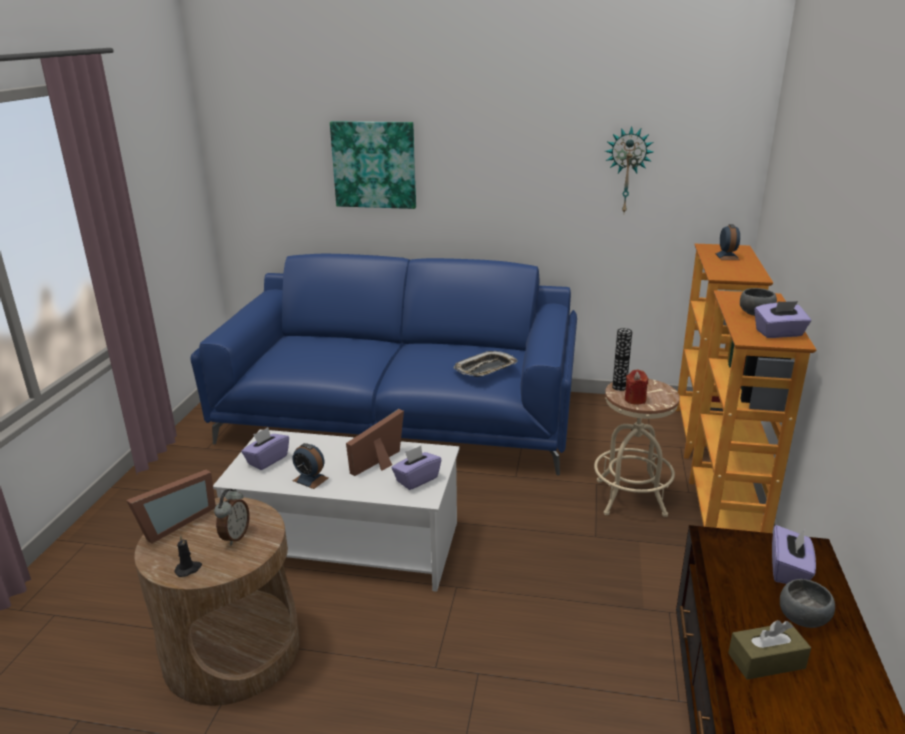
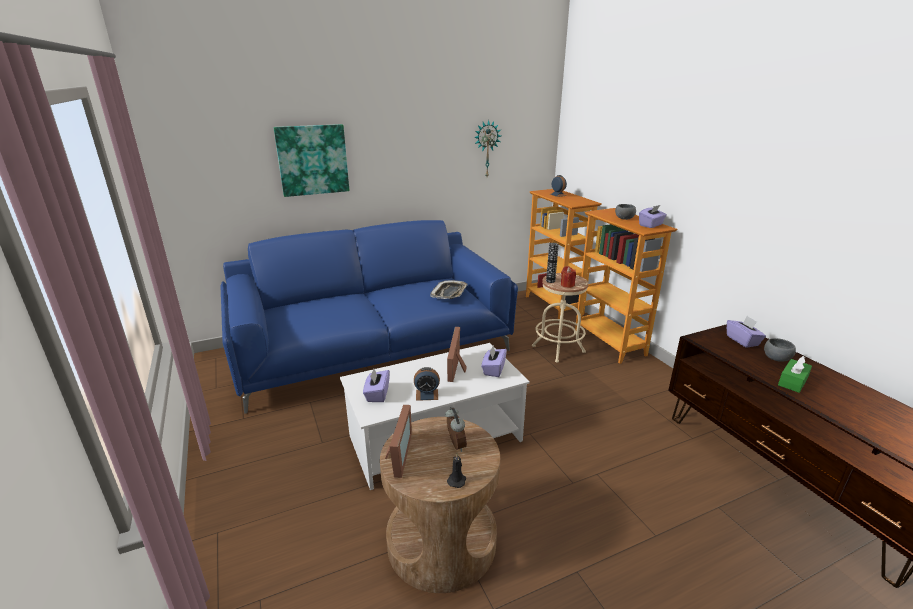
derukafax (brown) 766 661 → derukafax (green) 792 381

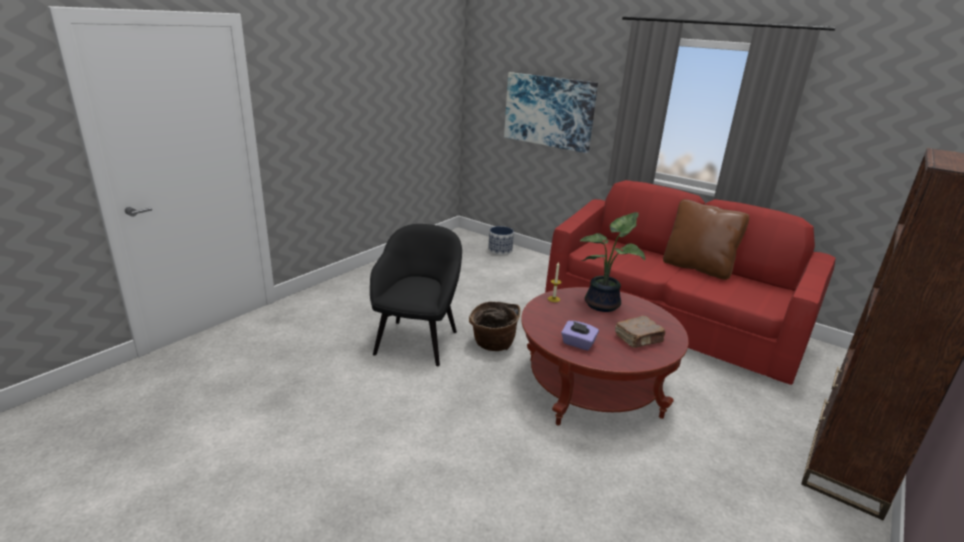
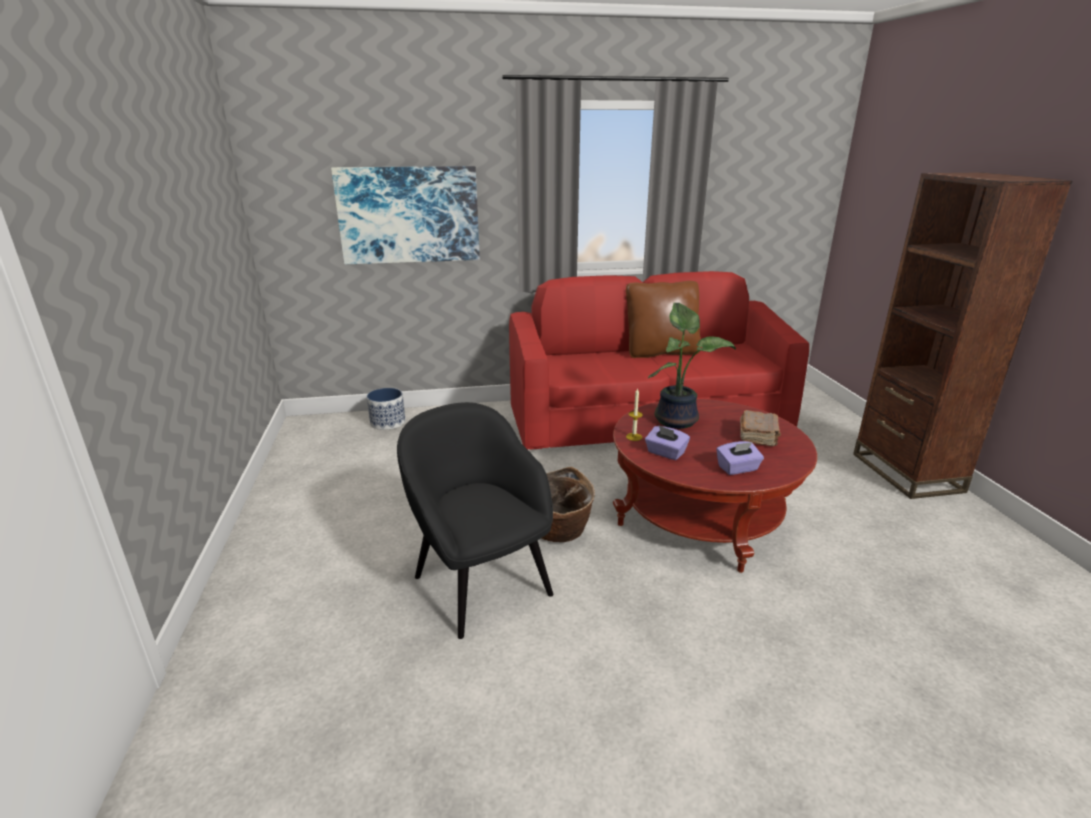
- → derukafax (purple) 665 453

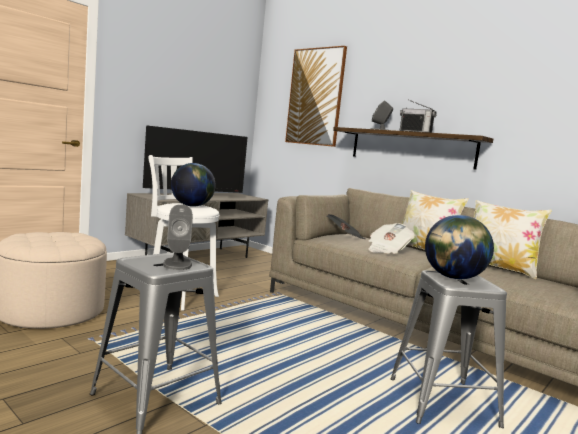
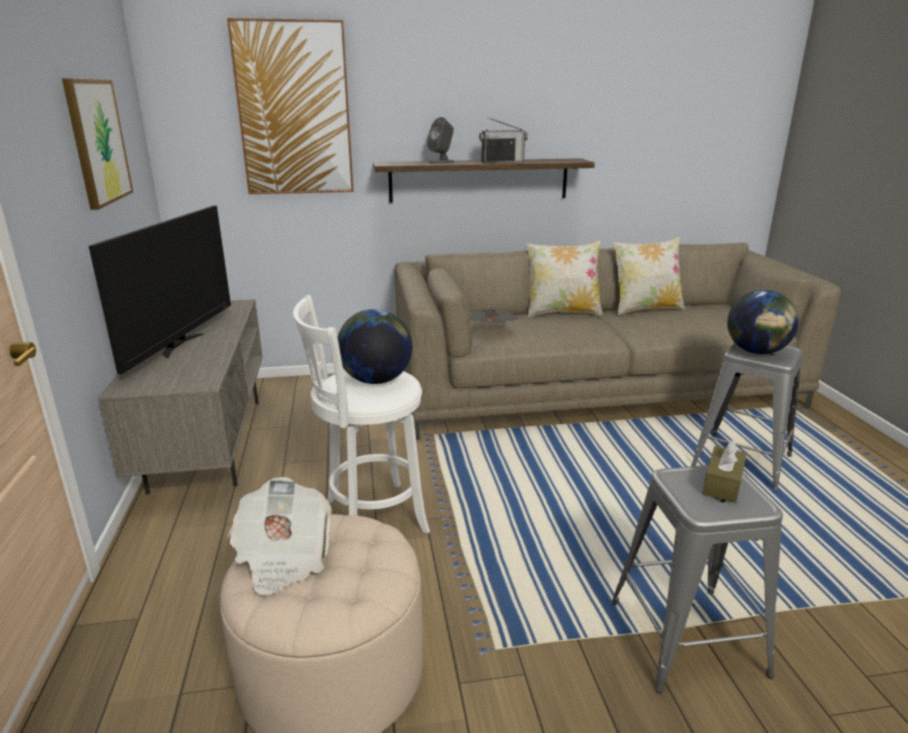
- → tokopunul 97 141
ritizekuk 387 250 → ritizekuk 283 557, move
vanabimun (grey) 177 264 → derukafax (brown) 722 483

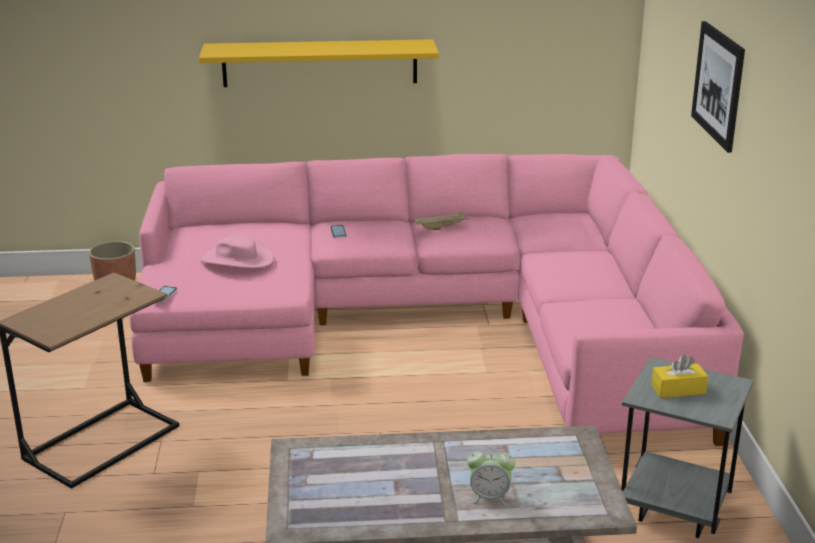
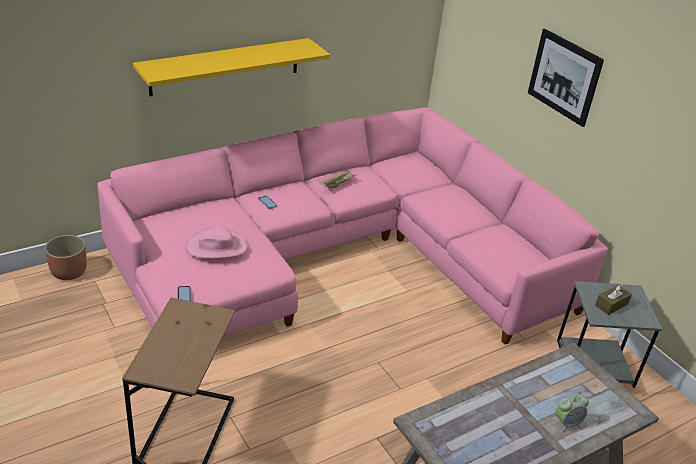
derukafax (yellow) 678 389 → derukafax (brown) 611 305

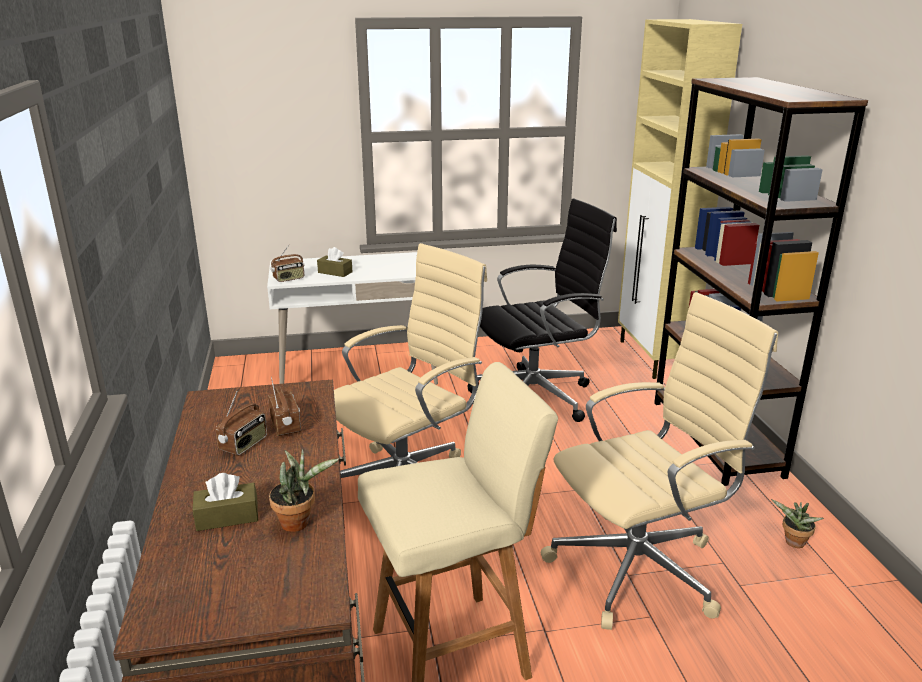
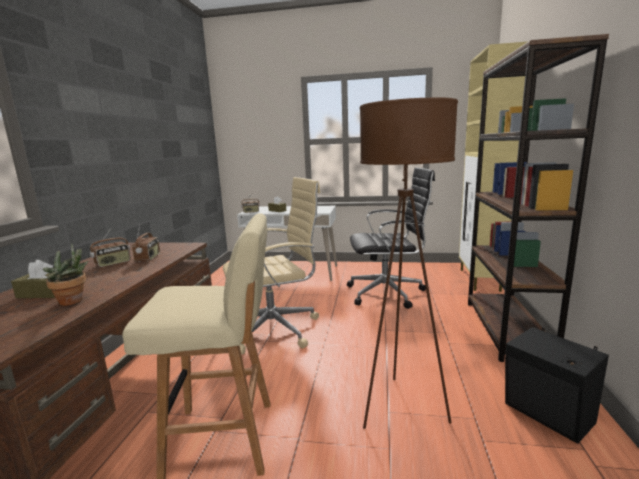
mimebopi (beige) 640 568 → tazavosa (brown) 401 408
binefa 793 543 → vanabimun (black) 548 415

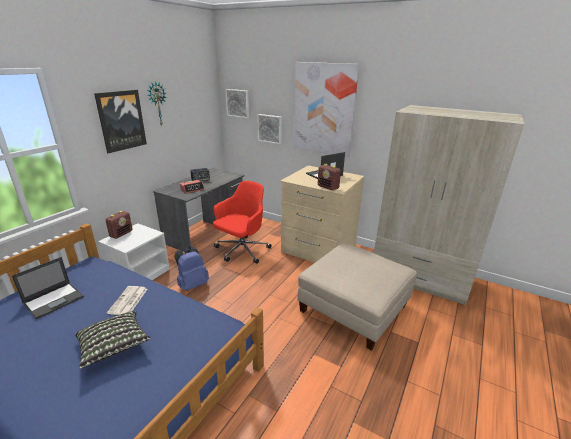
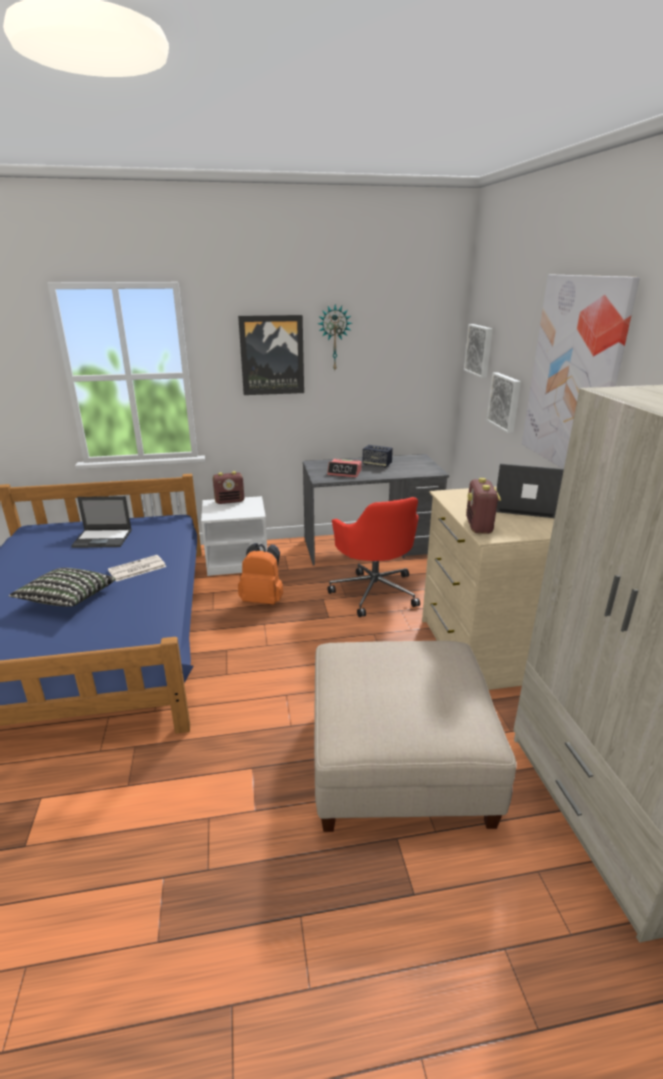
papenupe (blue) 192 285 → papenupe (orange) 263 600
mimebopi (red) 241 251 → mimebopi (red) 374 591, 75 degrees clockwise

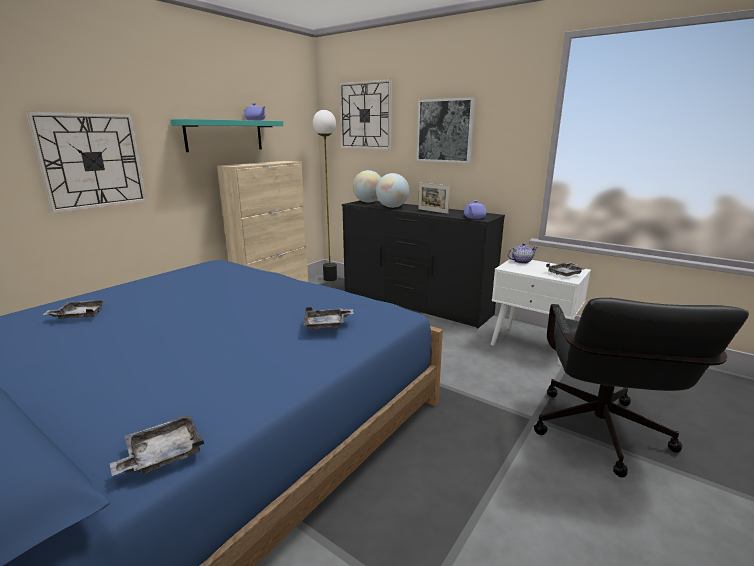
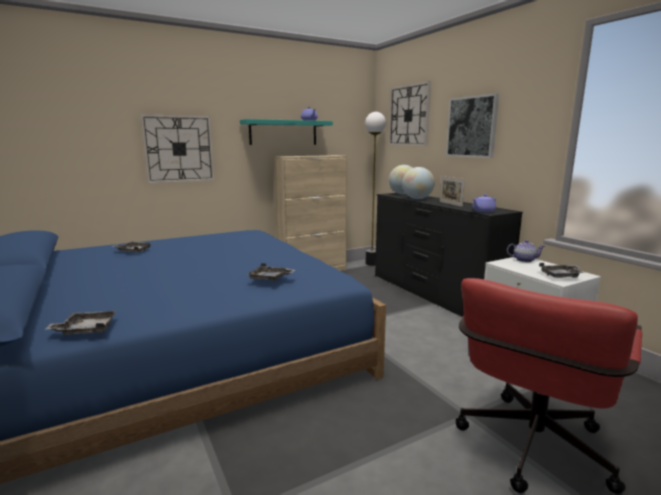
mimebopi (black) 601 438 → mimebopi (red) 530 452

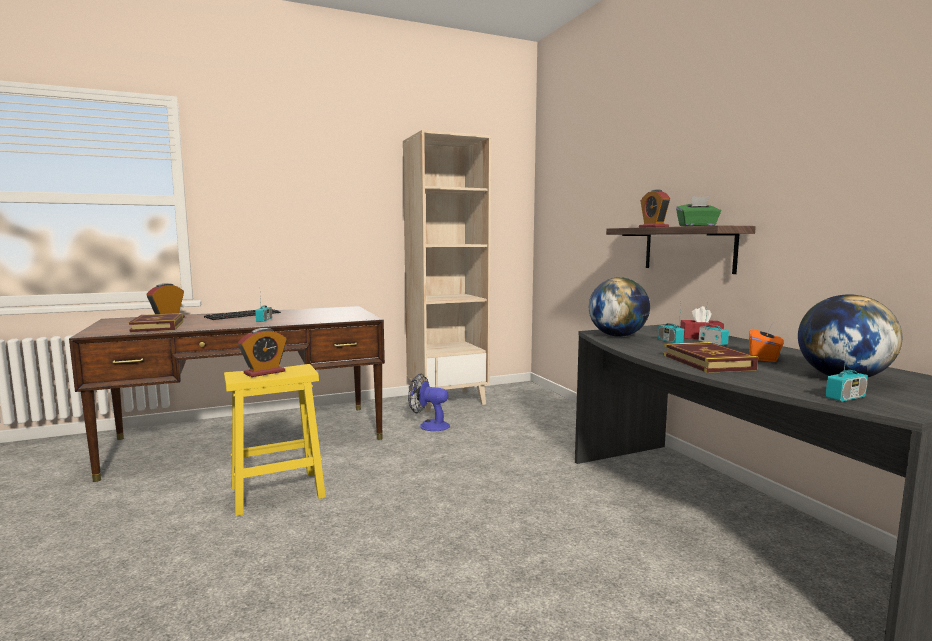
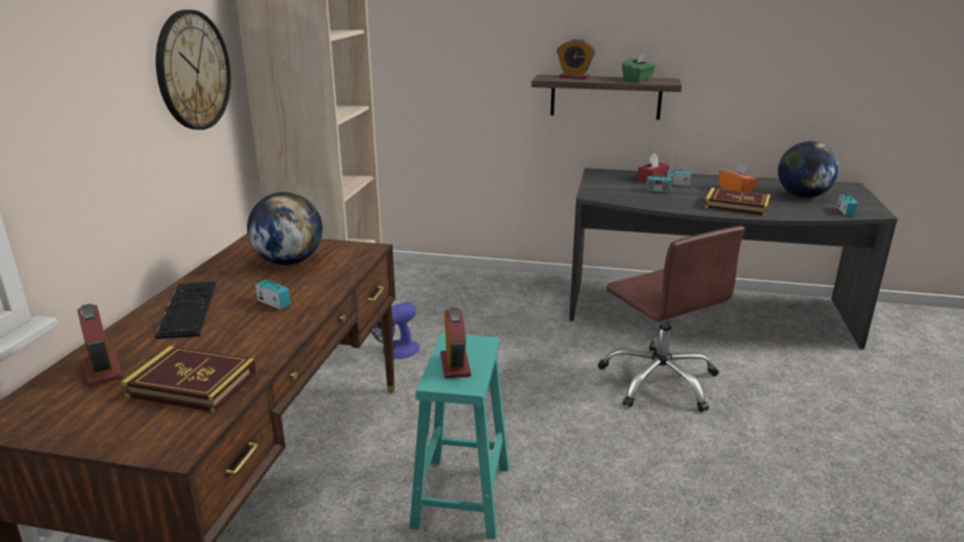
- → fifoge 193 71
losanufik 617 336 → losanufik 289 262, move
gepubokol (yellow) 276 493 → gepubokol (turquoise) 462 497
- → mimebopi (brown) 660 380

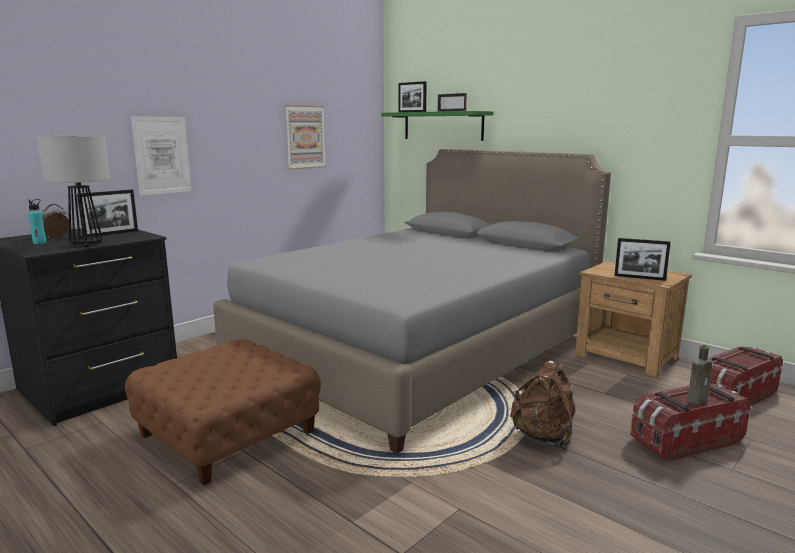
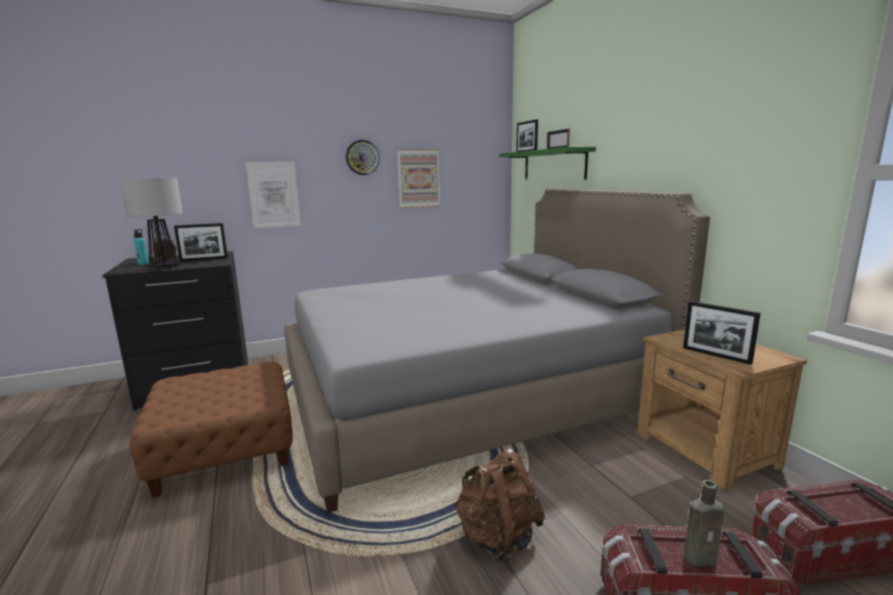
- → fifoge 362 157

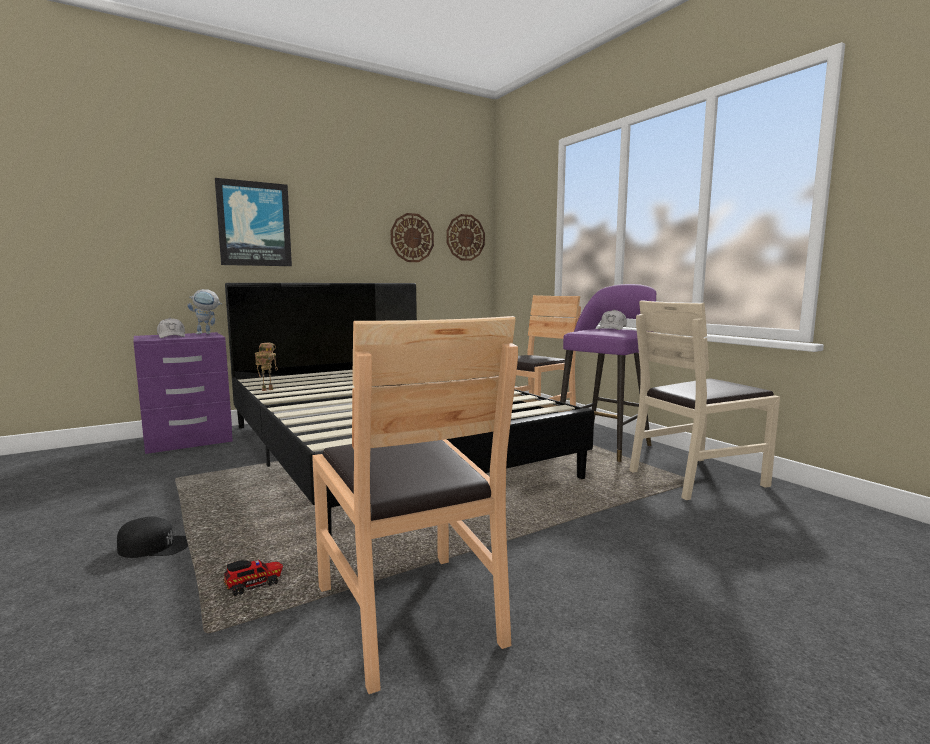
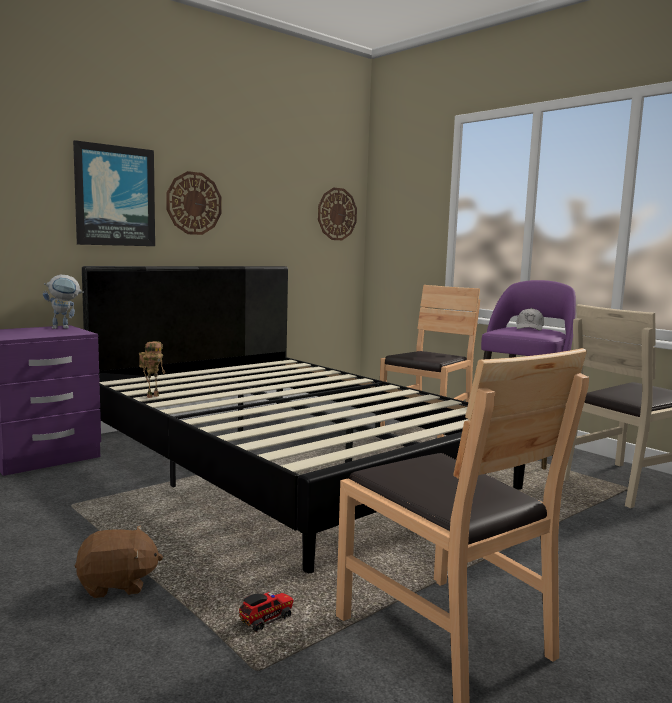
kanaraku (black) 155 546 → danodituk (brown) 117 584
fifoge 412 238 → fifoge 194 203, move
kanaraku (white) 172 336 → -

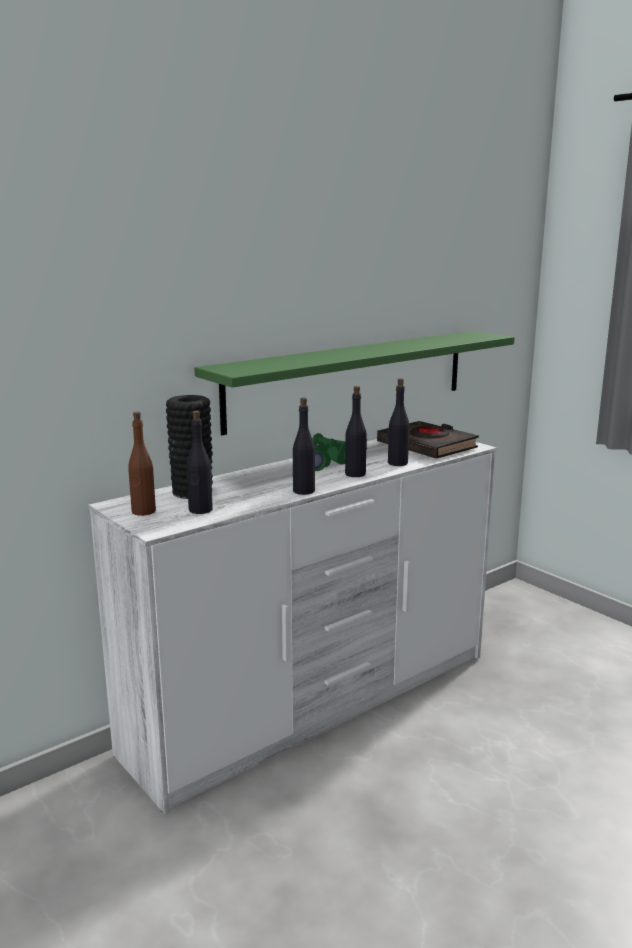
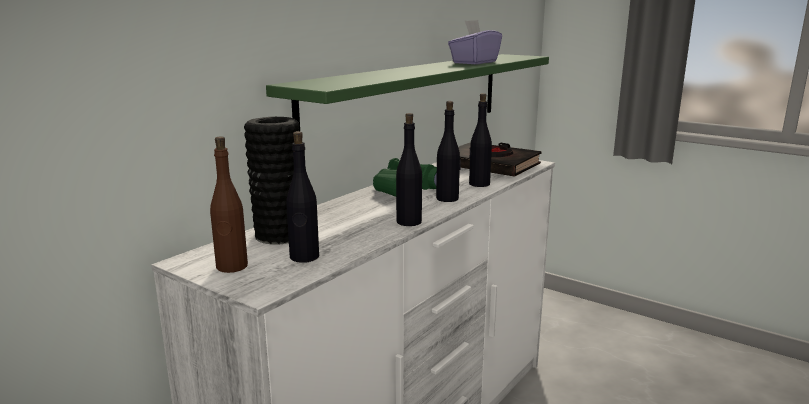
- → derukafax (purple) 474 62

